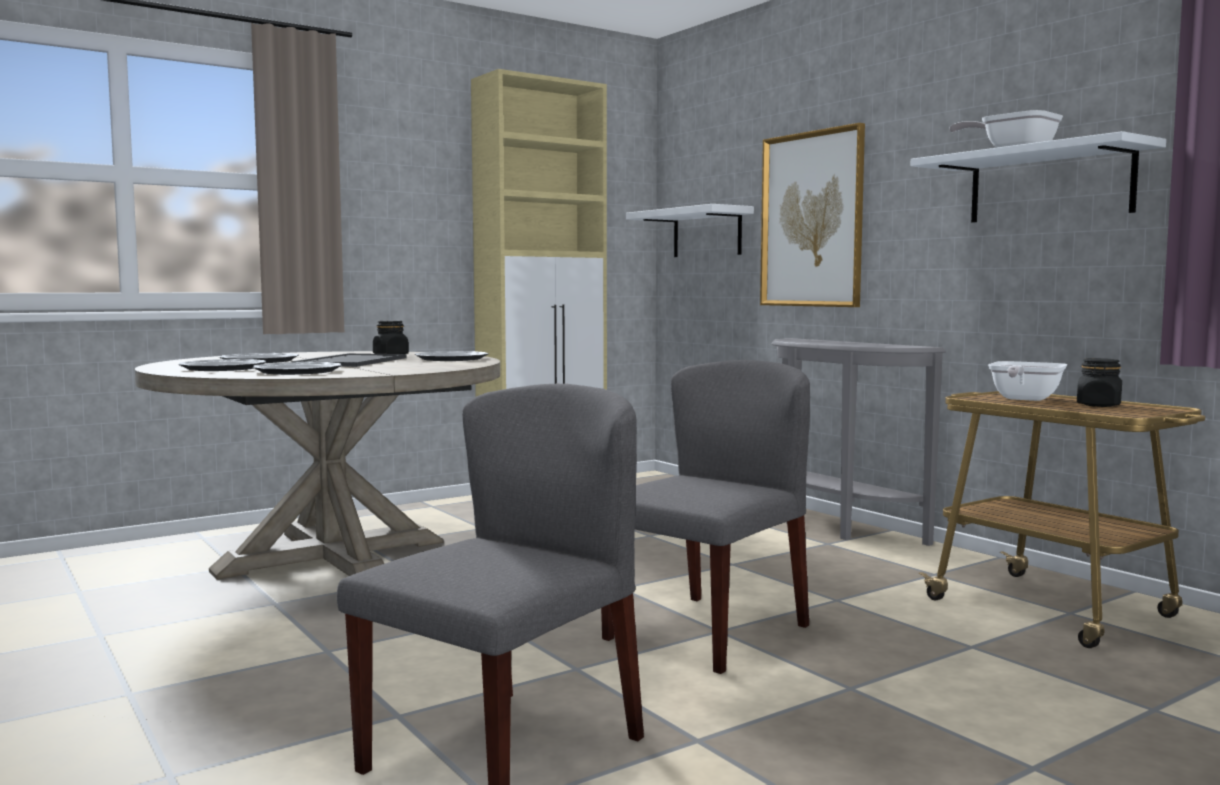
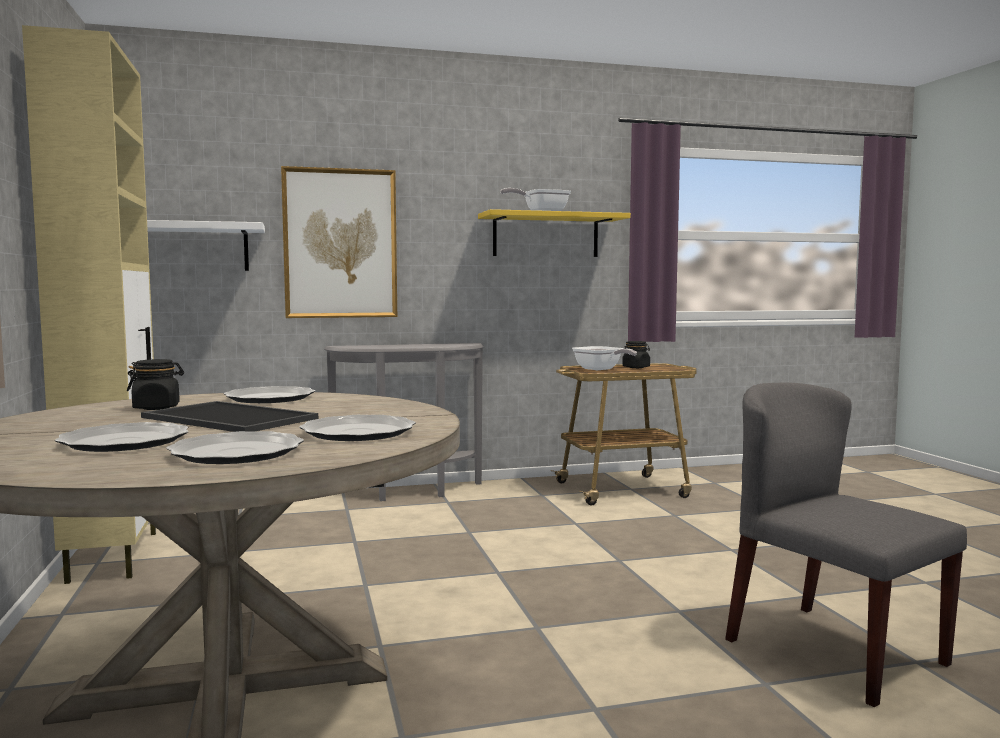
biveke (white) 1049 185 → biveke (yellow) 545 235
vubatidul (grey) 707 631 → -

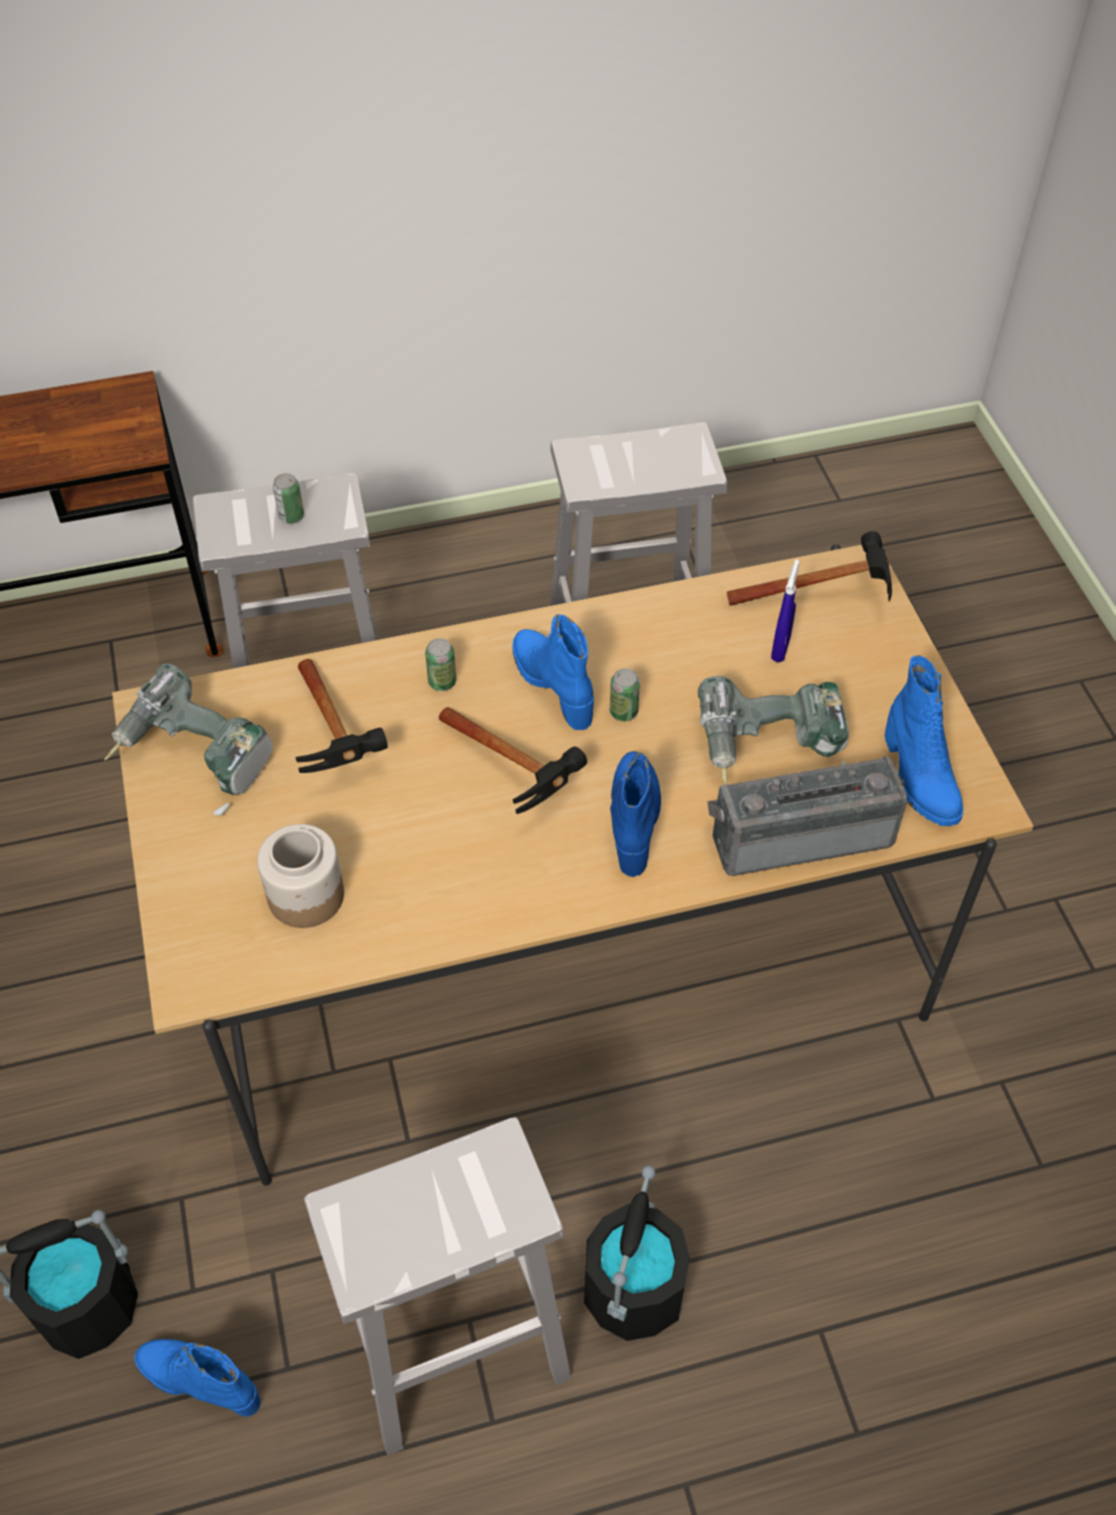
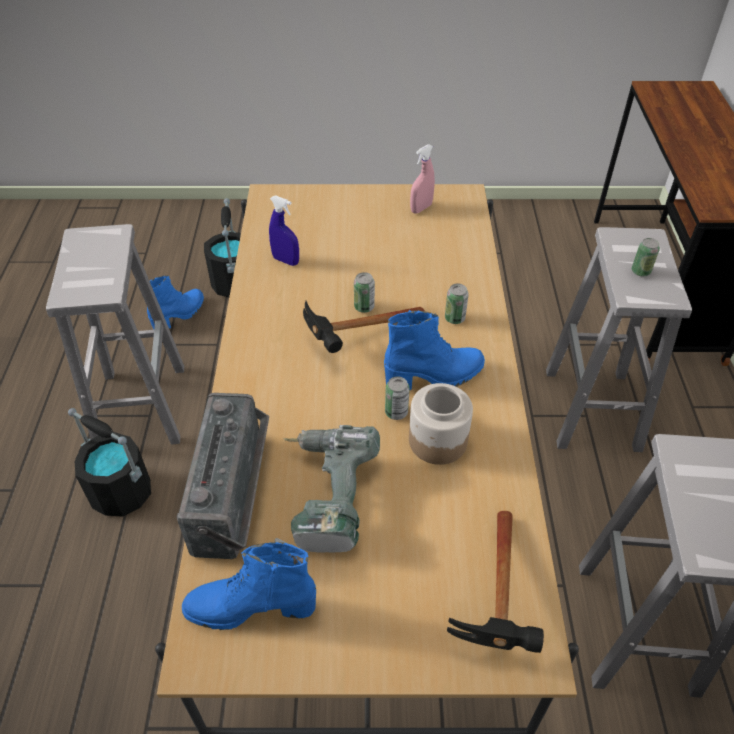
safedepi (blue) 780 648 → safedepi (blue) 286 260, move
- → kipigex 364 307
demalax 305 896 → demalax 437 440, move
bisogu 194 759 → safedepi (pink) 421 208
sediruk 338 744 → -
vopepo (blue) 634 820 → -

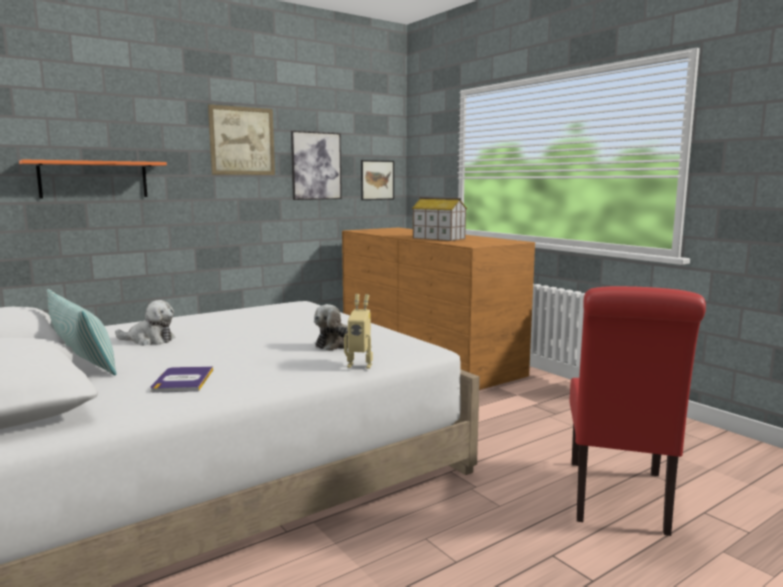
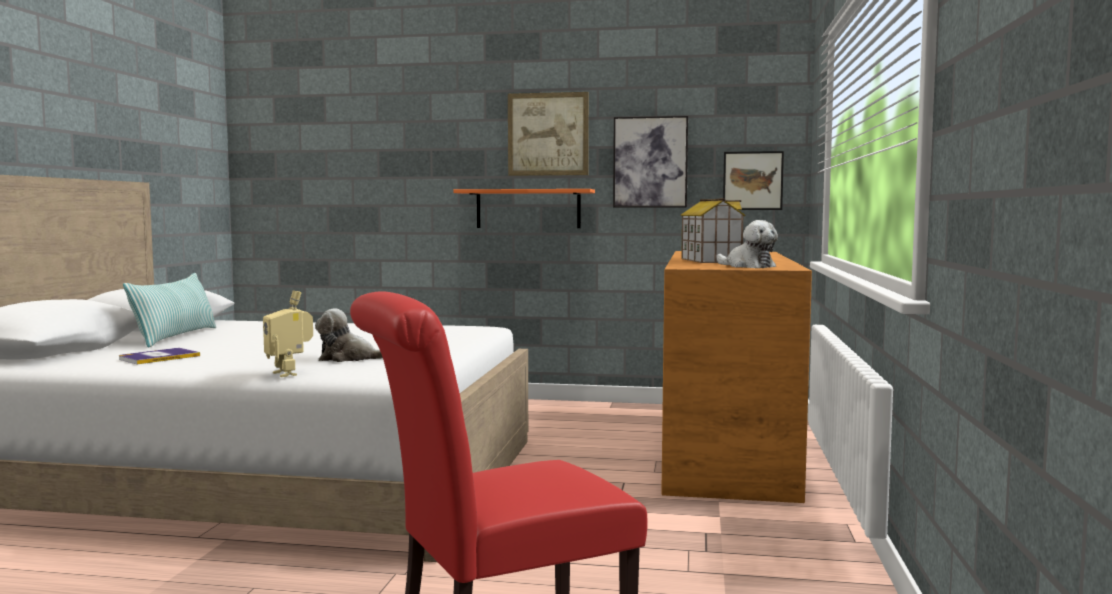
biveke (orange) 94 179 → biveke (orange) 528 209, move
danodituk 149 340 → danodituk 748 266, move

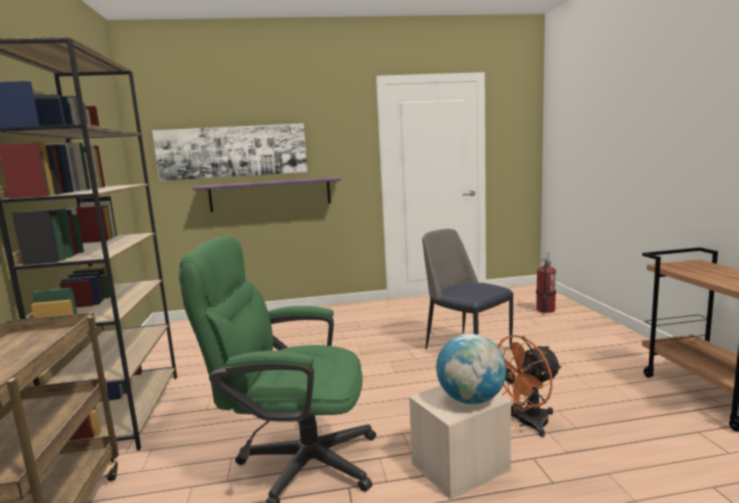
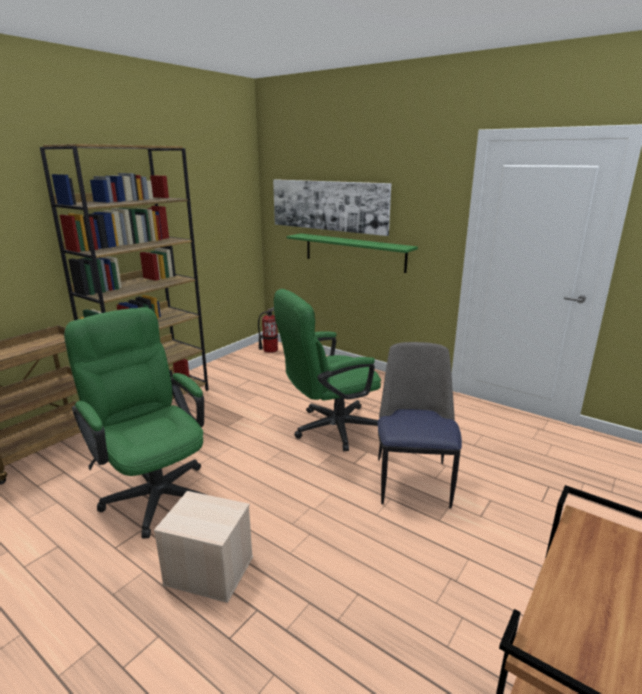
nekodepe 545 310 → nekodepe 270 350, move
- → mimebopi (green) 329 429
biveke (purple) 270 194 → biveke (green) 354 252
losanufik 471 399 → -
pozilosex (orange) 526 424 → -

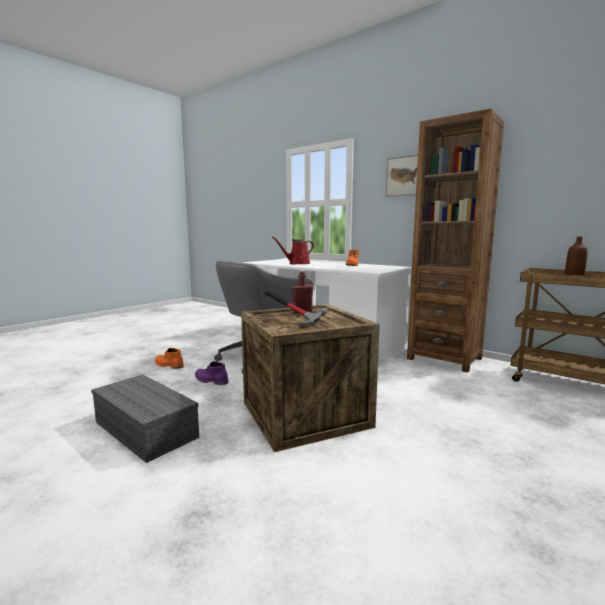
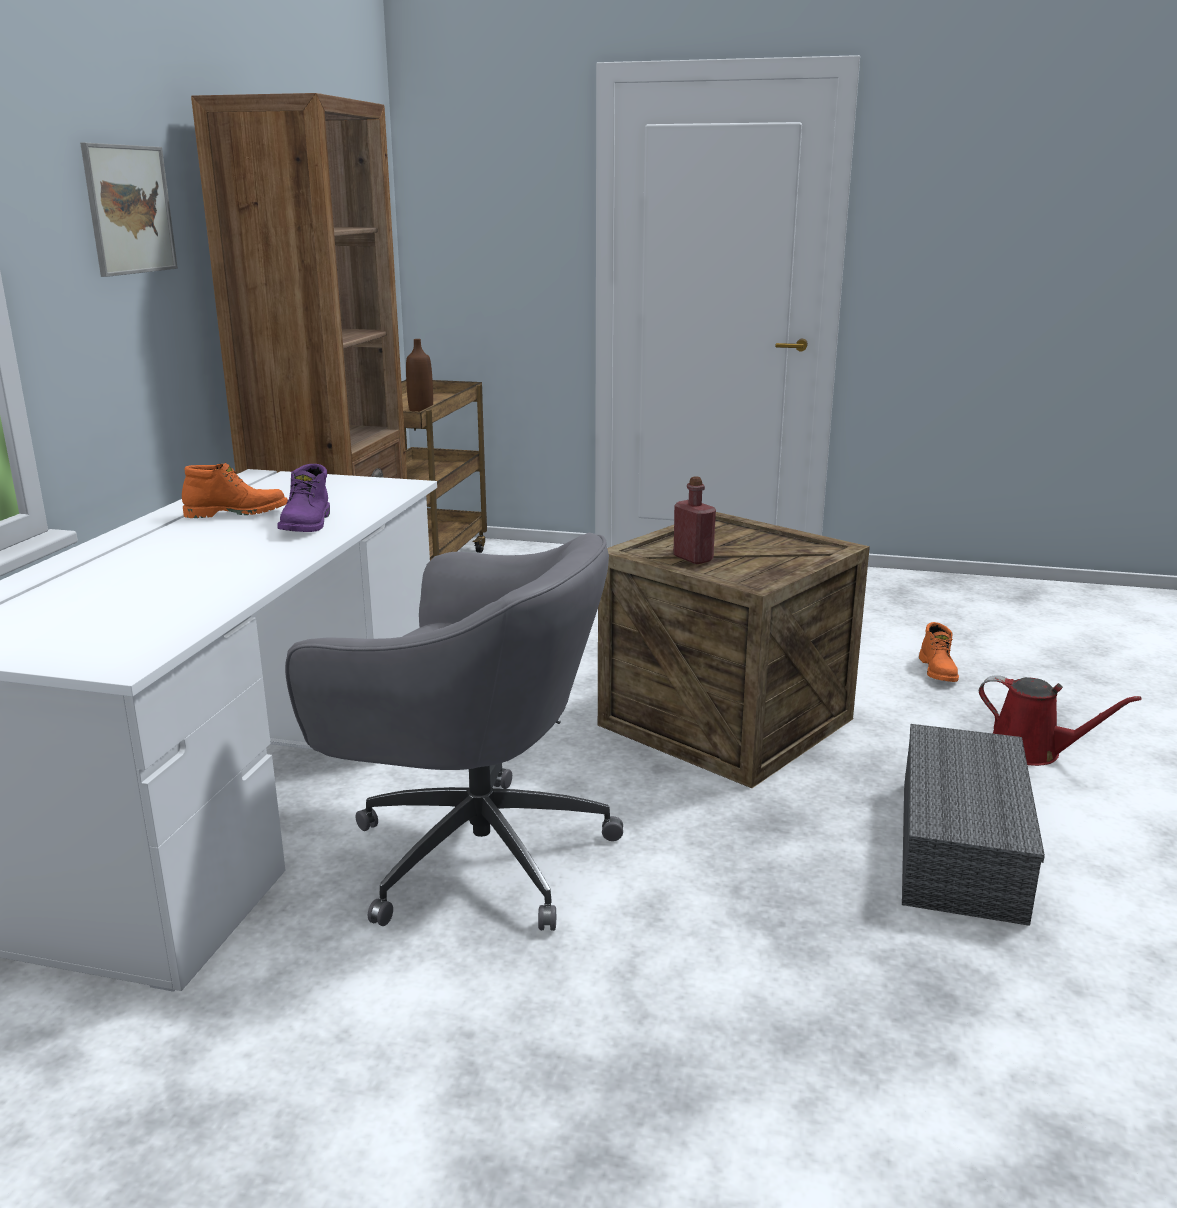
vopepo (purple) 210 380 → vopepo (purple) 307 524, move
vopepo (orange) 168 365 → vopepo (orange) 938 671, move
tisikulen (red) 297 263 → tisikulen (red) 1032 751, move
sediruk 296 320 → -

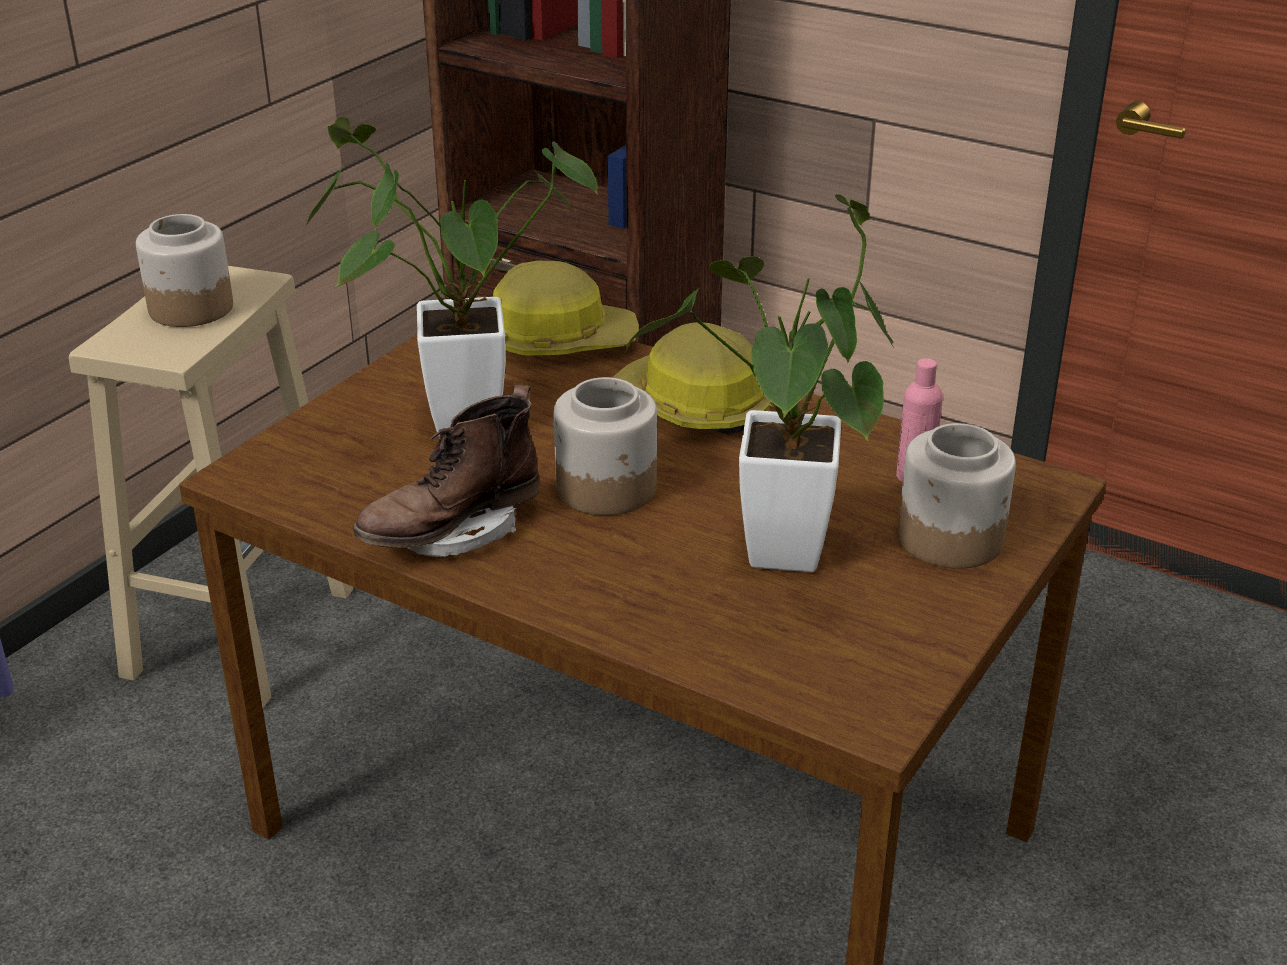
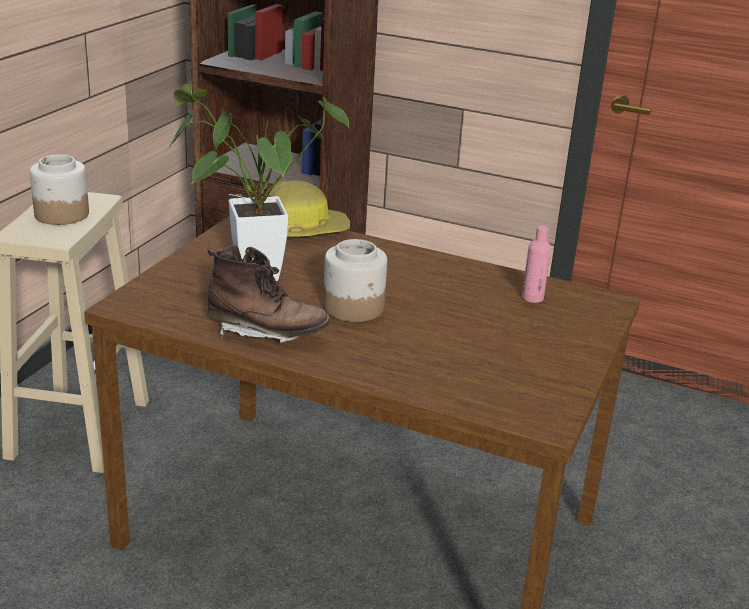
vopepo (brown) 452 532 → vopepo (brown) 266 333, 120 degrees counterclockwise
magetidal 693 407 → -
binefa 781 565 → -
demalax 952 539 → -

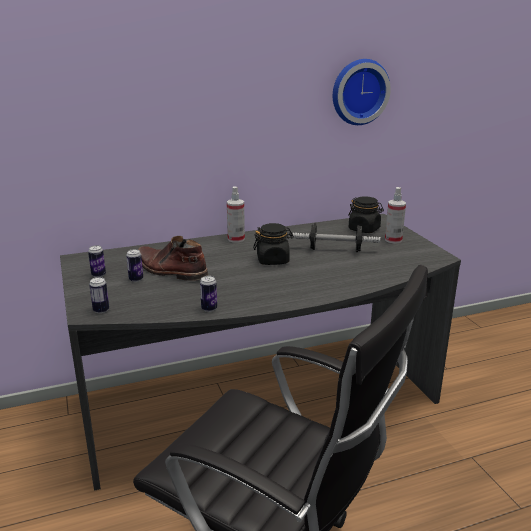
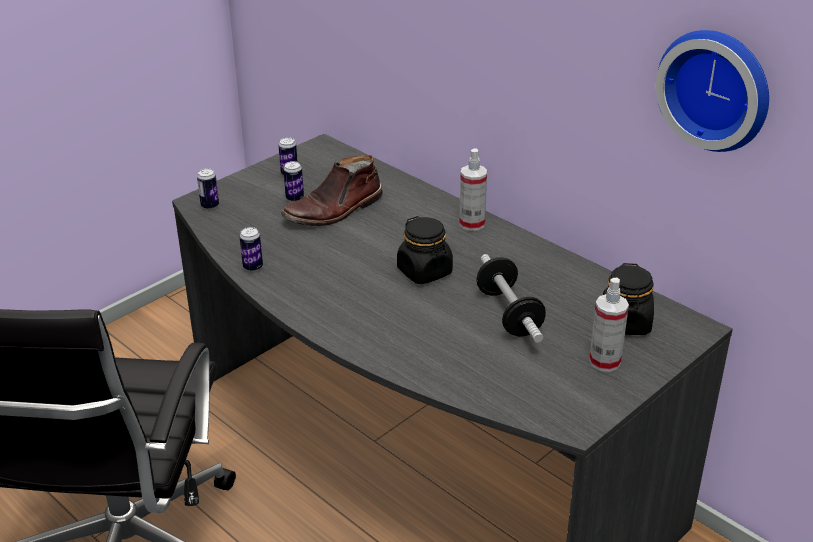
vopepo (brown) 170 270 → vopepo (brown) 334 210, 135 degrees counterclockwise

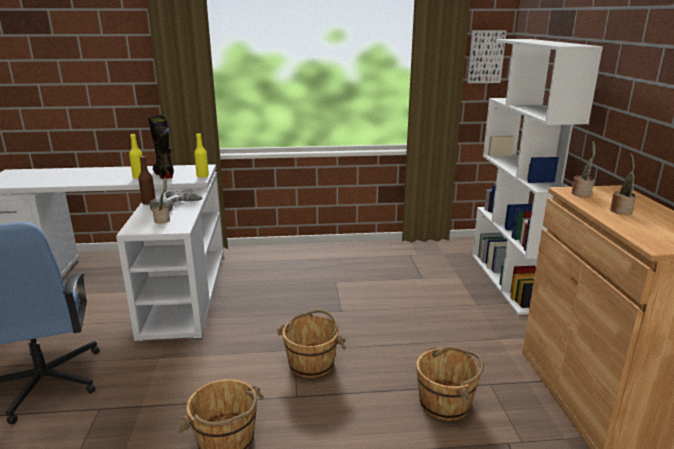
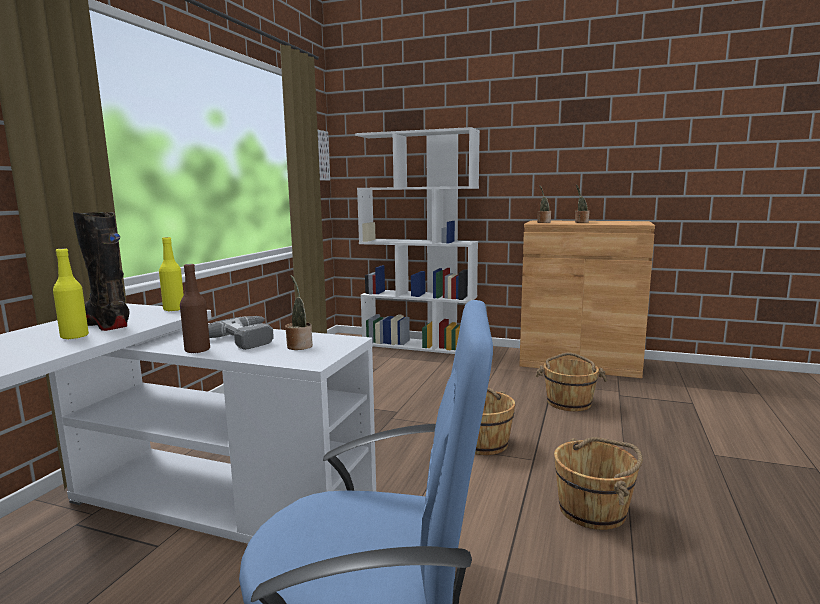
vopepo (black) 164 174 → vopepo (black) 104 324, 45 degrees clockwise

